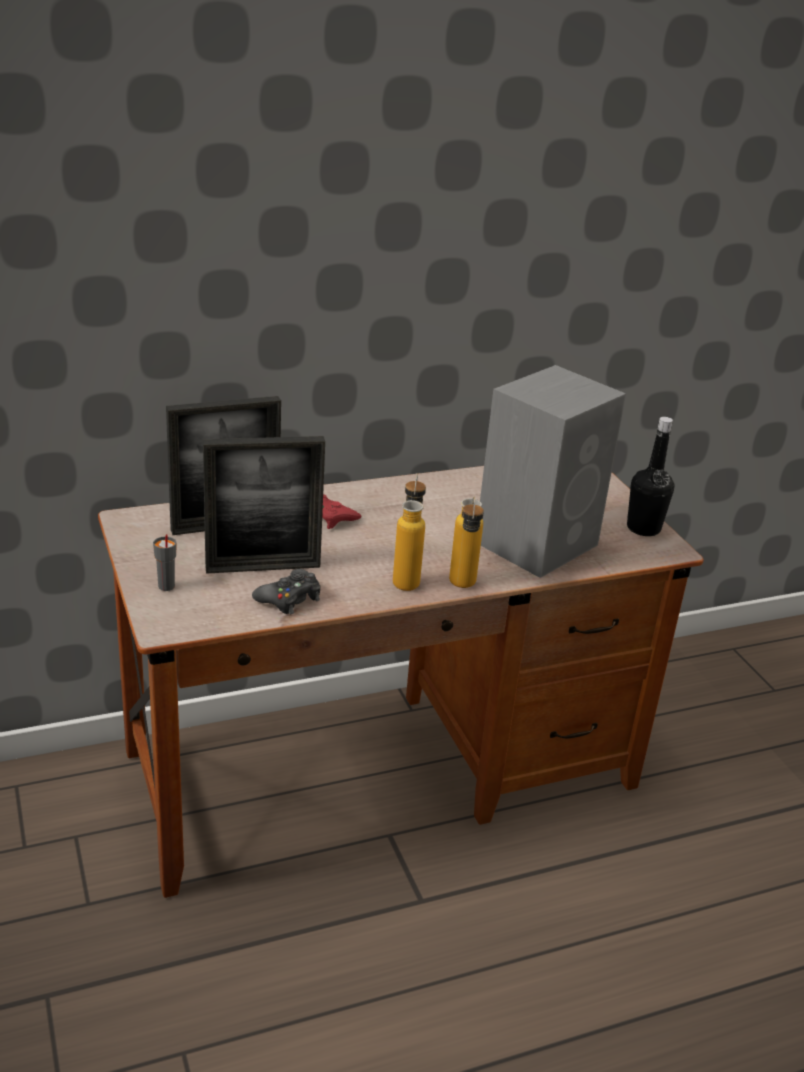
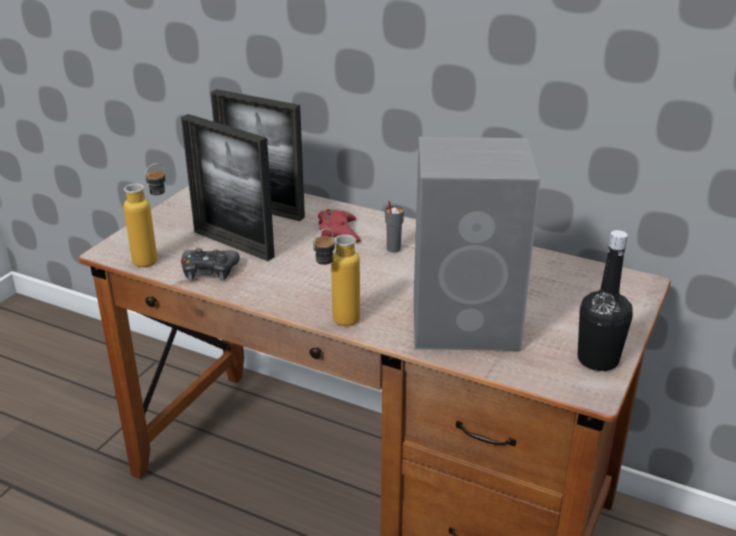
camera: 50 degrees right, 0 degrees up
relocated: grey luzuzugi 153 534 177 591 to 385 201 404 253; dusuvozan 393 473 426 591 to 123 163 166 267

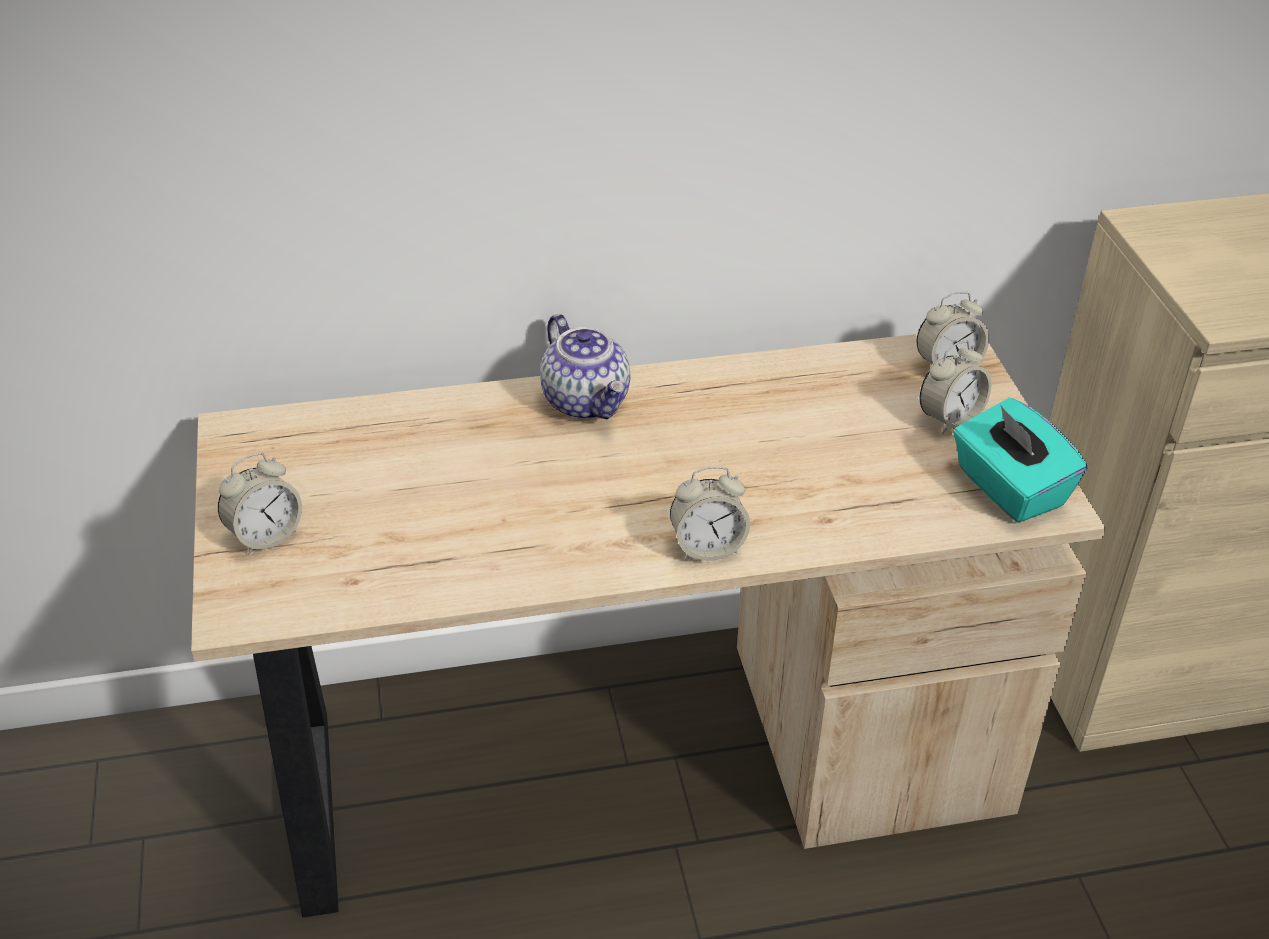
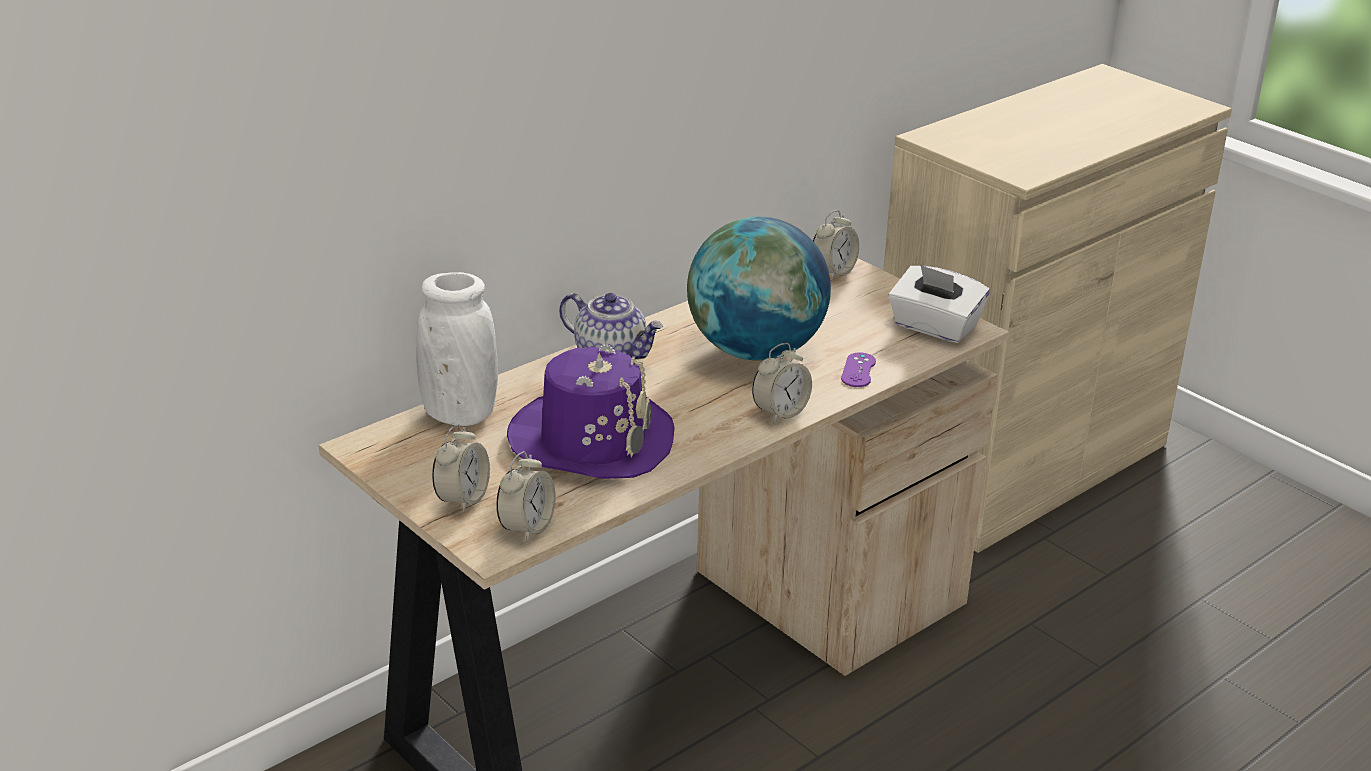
camera: 30 degrees left, 10 degrees down
appeared: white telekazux 417 272 498 426; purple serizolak 507 344 675 479; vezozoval 687 217 831 361; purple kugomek 841 352 876 387
relocated: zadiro 920 340 991 434 to 496 451 556 542
colour: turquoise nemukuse 953 398 1087 523 to white nemukuse 888 264 989 343

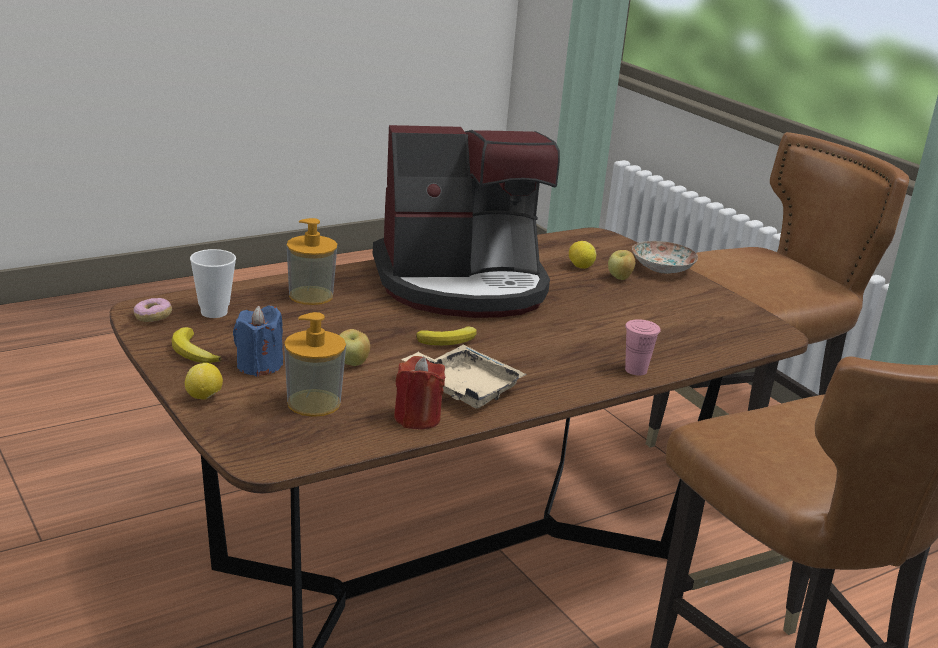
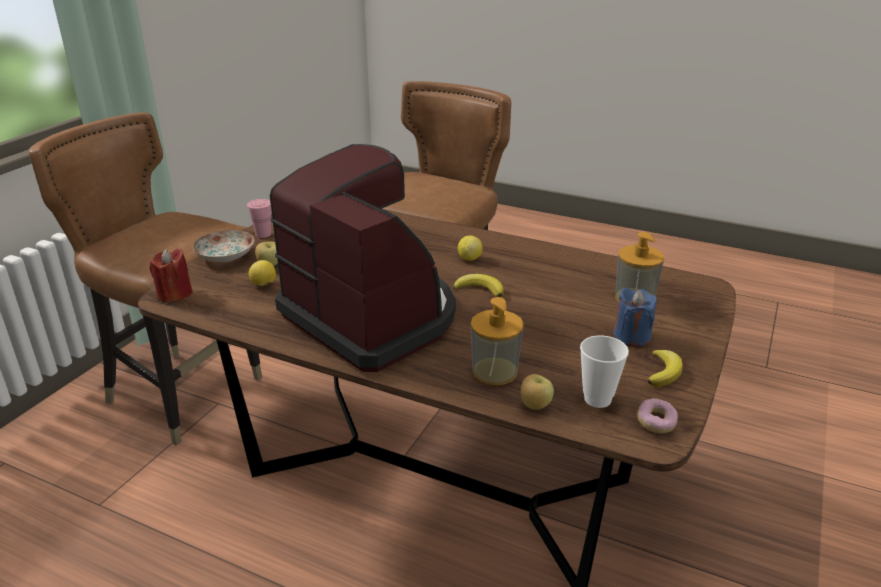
camera: 120 degrees left, 5 degrees up
missing: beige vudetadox 401 345 526 409
relocated: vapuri 185 363 223 400 to 458 236 483 261; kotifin 339 329 370 366 to 521 374 554 410; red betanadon 394 356 445 430 to 150 248 193 303; pink luzuzugi 625 319 660 376 to 247 199 271 238

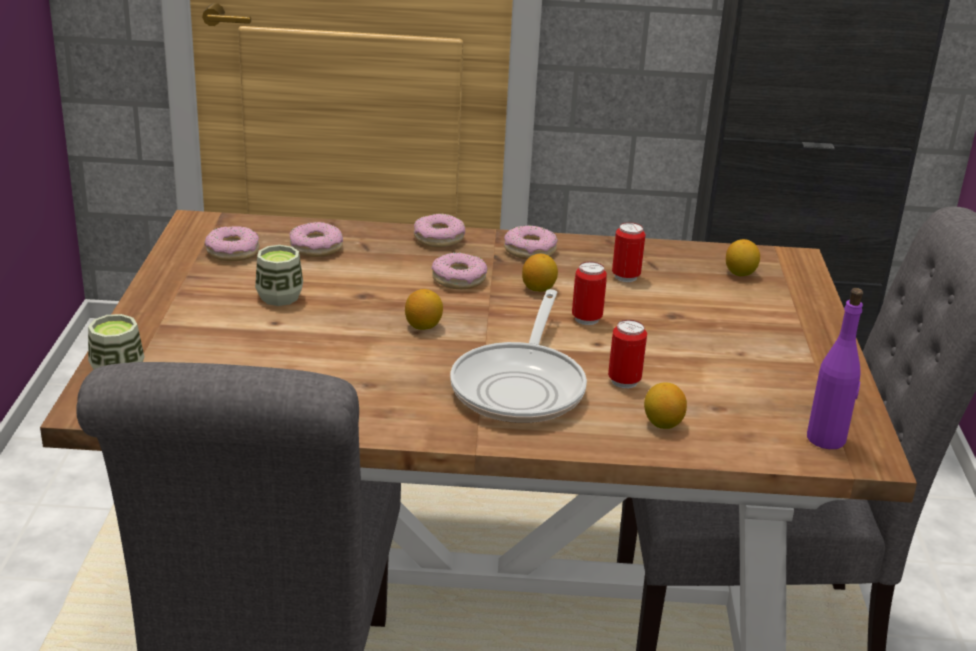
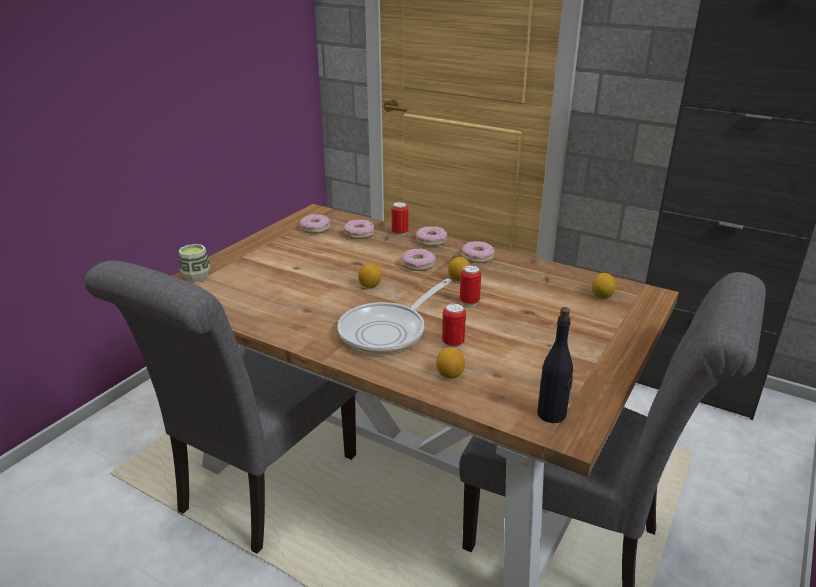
camera: 30 degrees right, 0 degrees up
missing: luzuzugi 255 245 303 306
relocated: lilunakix 612 222 646 282 to 392 202 408 236
colour: purple dusuvozan 807 288 863 449 to black dusuvozan 537 307 573 423

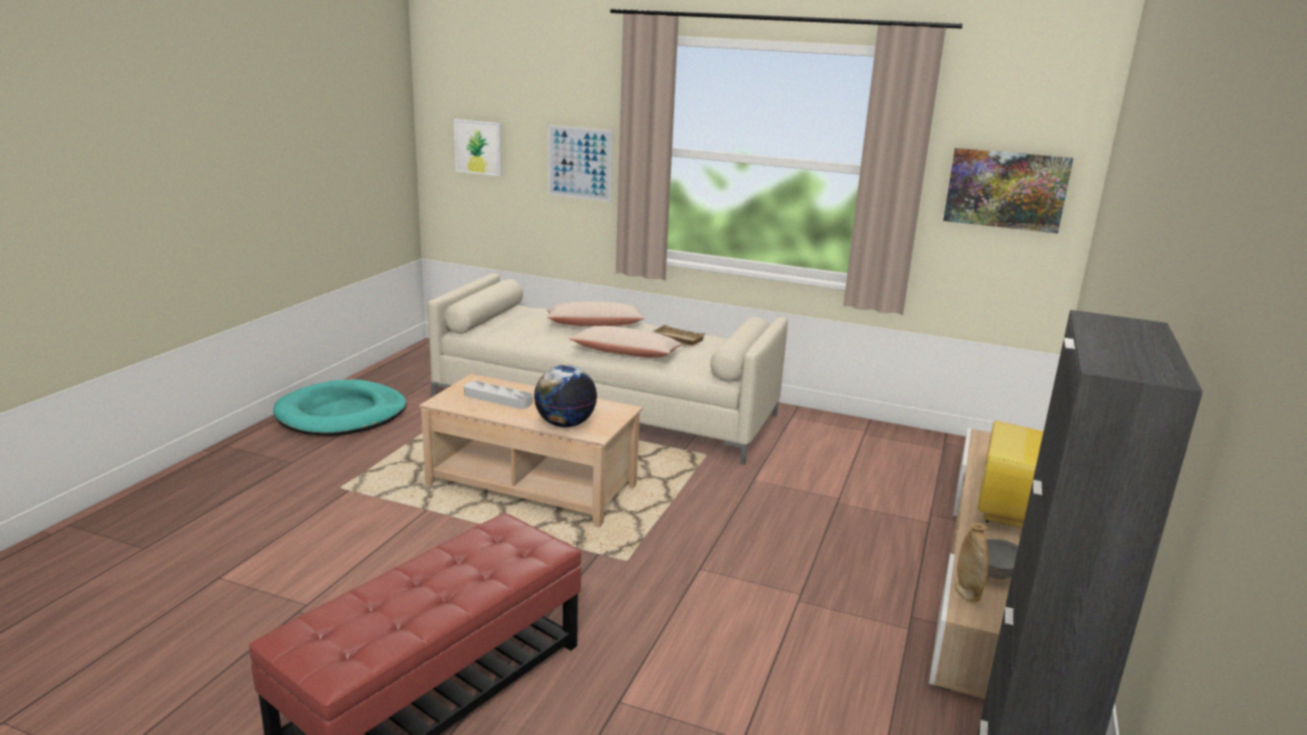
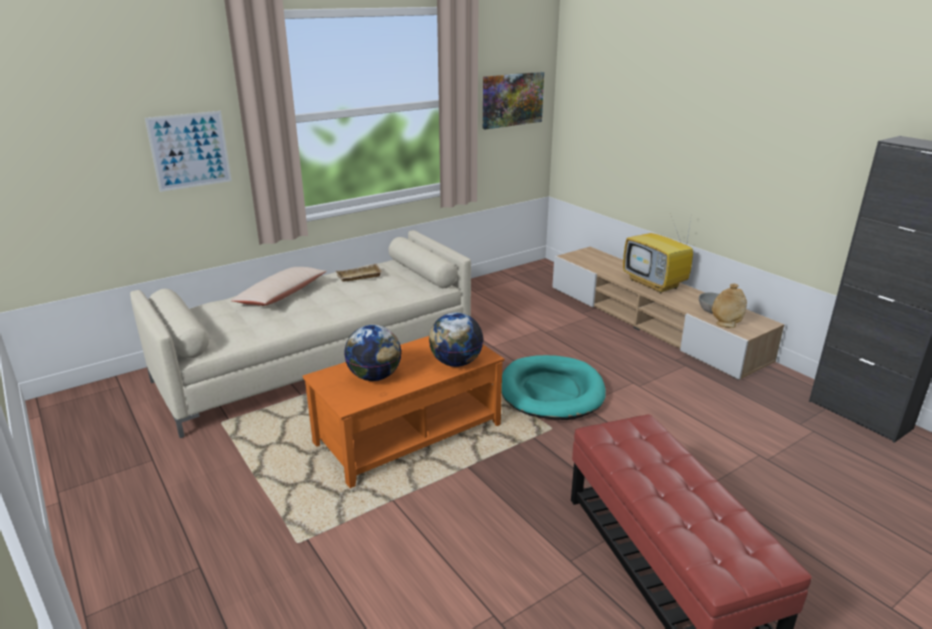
camera: 55 degrees left, 5 degrees up
missing: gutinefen 454 119 502 176; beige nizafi 569 326 682 358
relocated: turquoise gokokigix 273 379 407 436 to 502 355 606 420
exchanged: grey vudetadox 464 381 532 409 to vezozoval 344 325 402 381
colour: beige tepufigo 419 374 642 527 to orange tepufigo 303 336 504 488

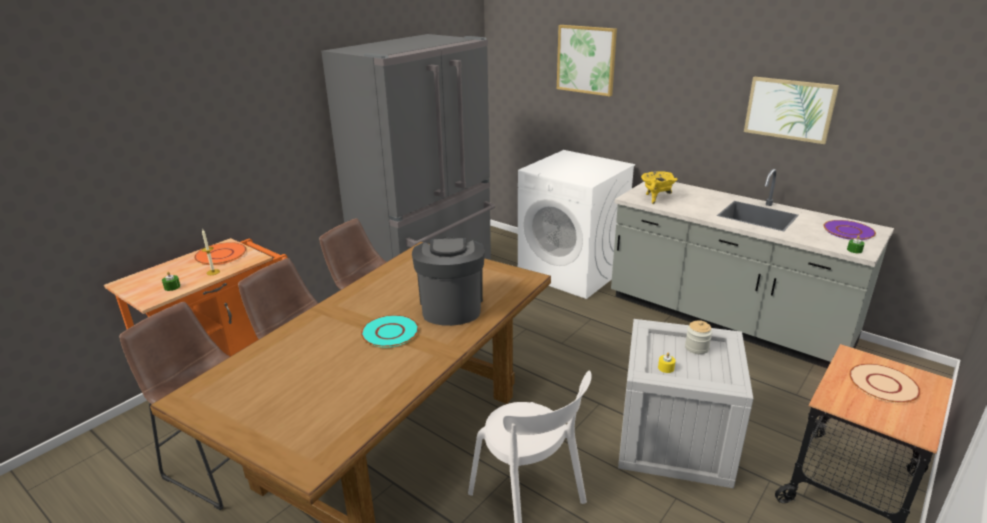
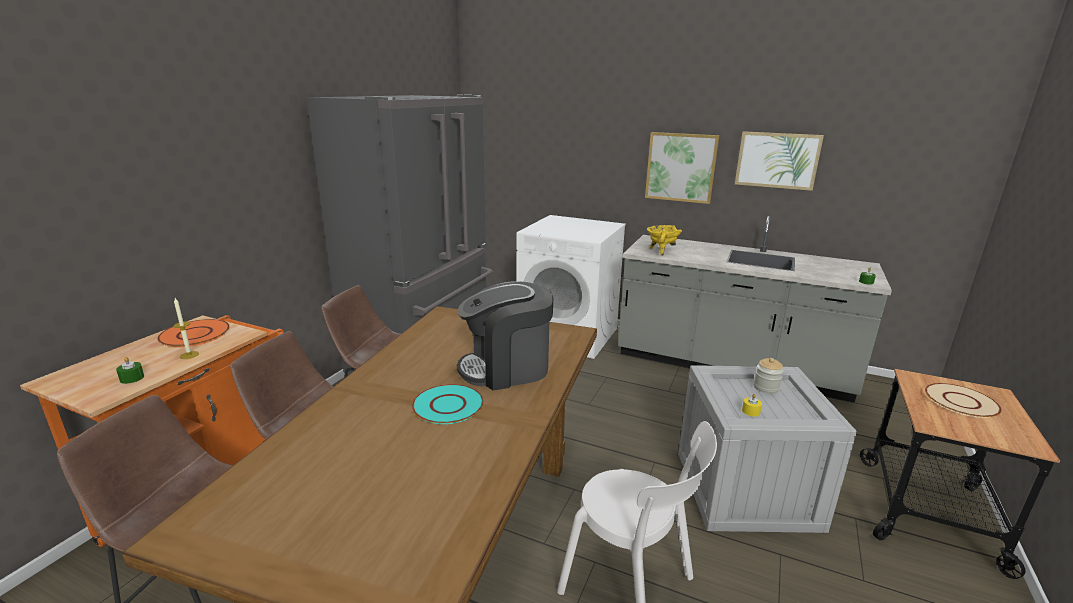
camera: 15 degrees left, 5 degrees down
missing: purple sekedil 823 220 876 240
relocated: gutinefen 557 25 617 96 to 645 132 719 204
spun: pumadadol 412 237 485 326 = 457 281 553 390 90 degrees counterclockwise

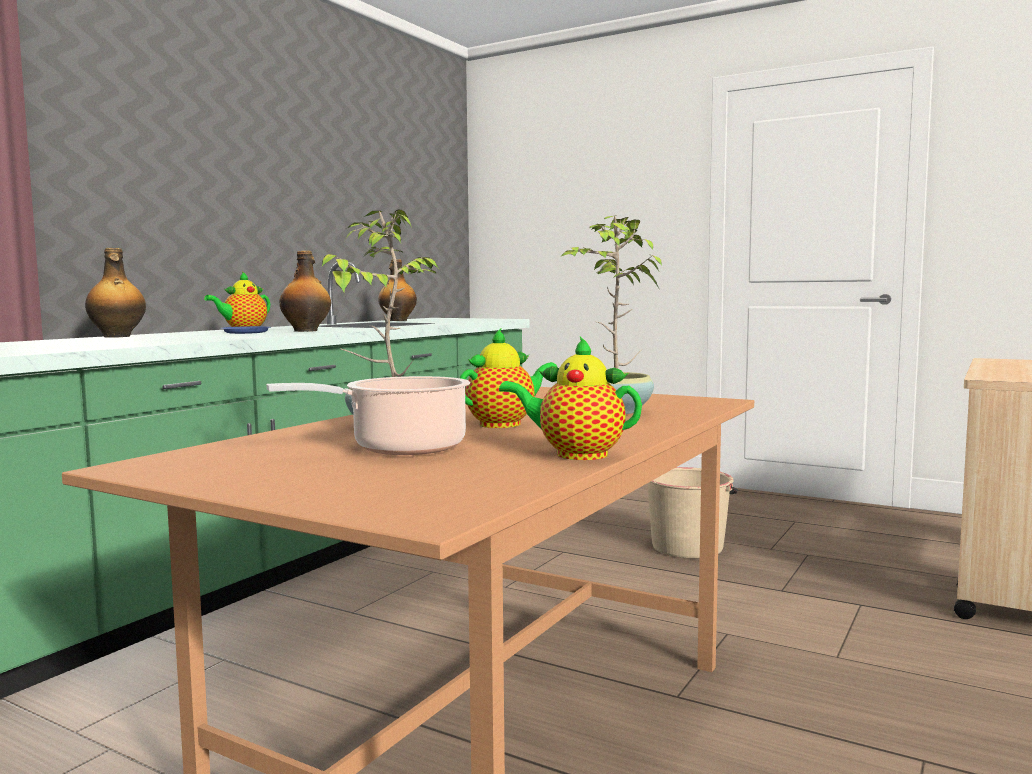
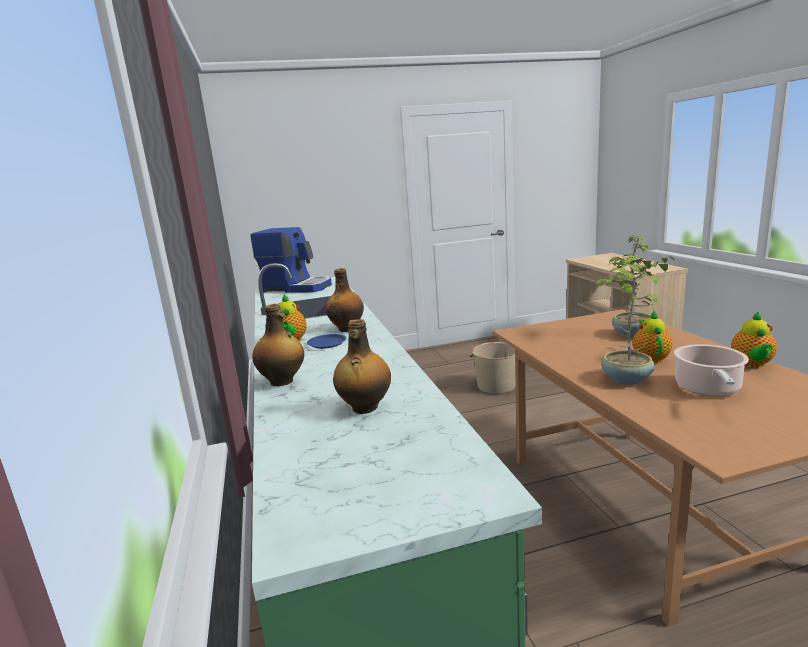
camera: 45 degrees left, 10 degrees up
appeared: pumadadol 250 227 332 293
relocated: dusuvozan 378 259 417 321 to 333 319 391 414
spun: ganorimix 499 337 642 460 = 731 312 777 368 45 degrees counterclockwise

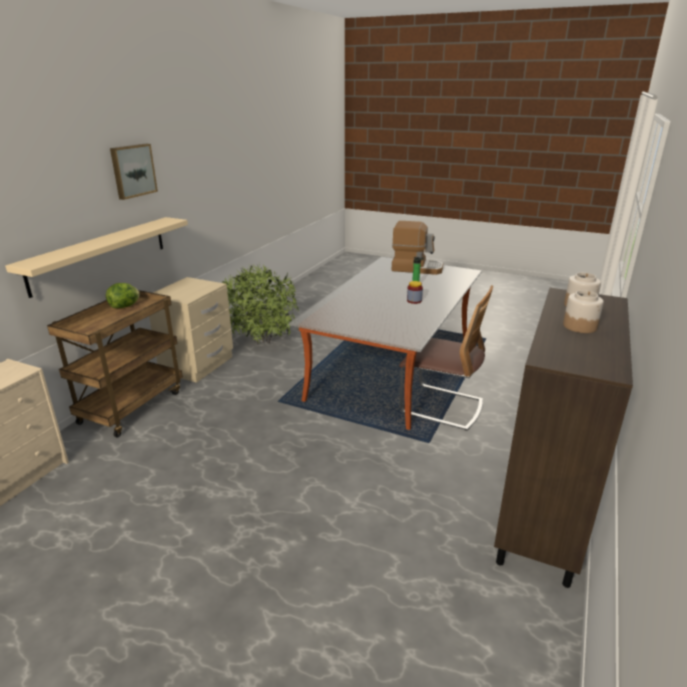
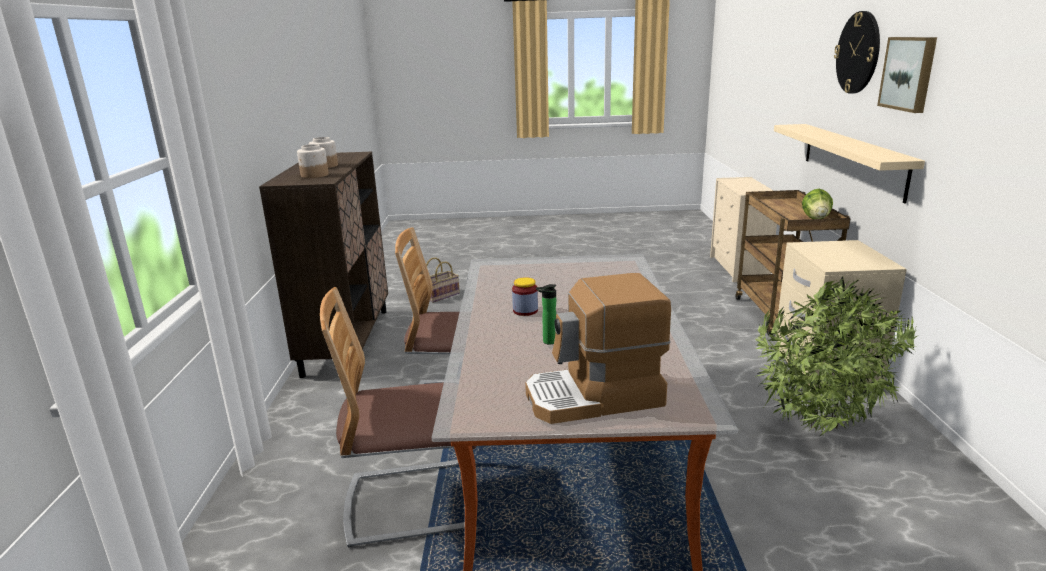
camera: 155 degrees right, 5 degrees down
appeared: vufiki 320 287 477 548; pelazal 426 257 460 303; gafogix 834 11 880 94

